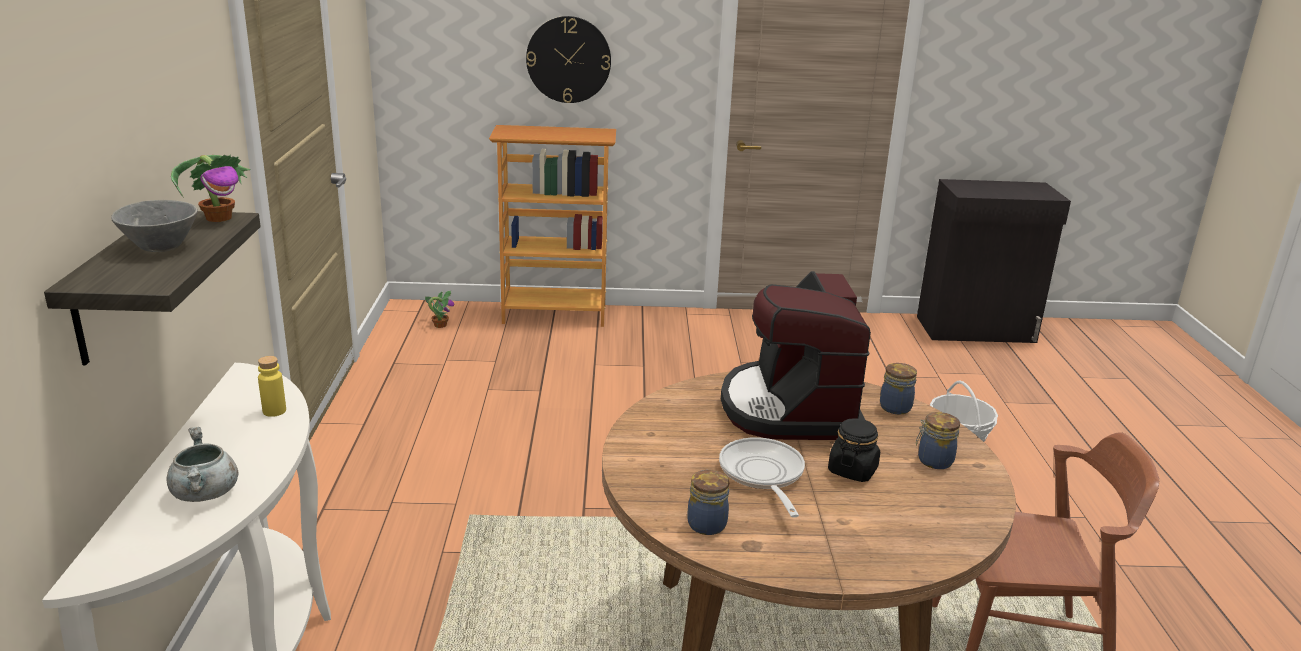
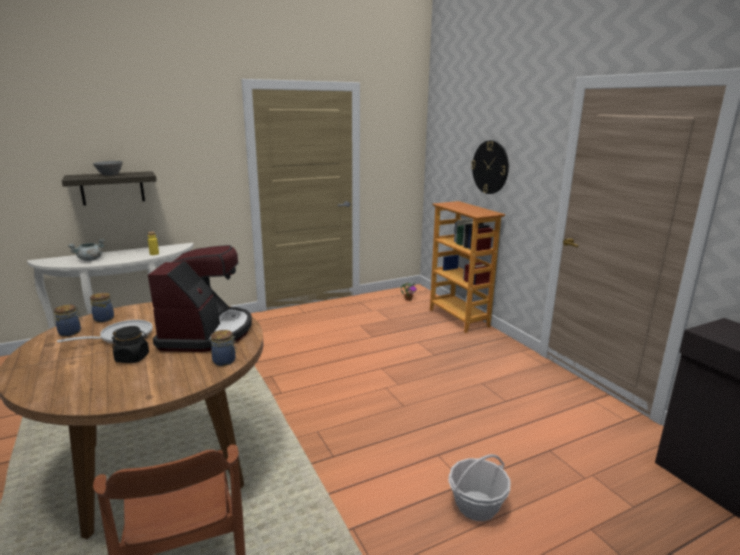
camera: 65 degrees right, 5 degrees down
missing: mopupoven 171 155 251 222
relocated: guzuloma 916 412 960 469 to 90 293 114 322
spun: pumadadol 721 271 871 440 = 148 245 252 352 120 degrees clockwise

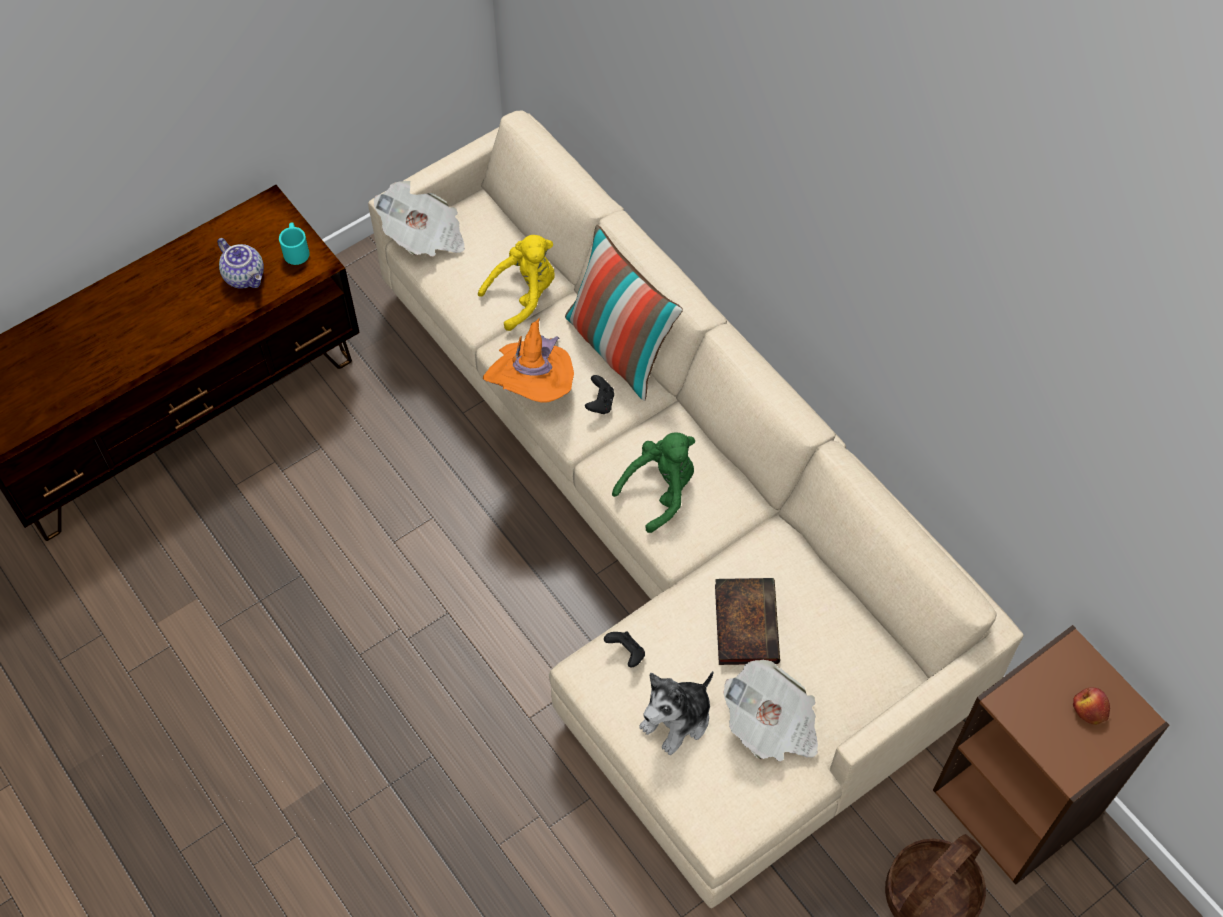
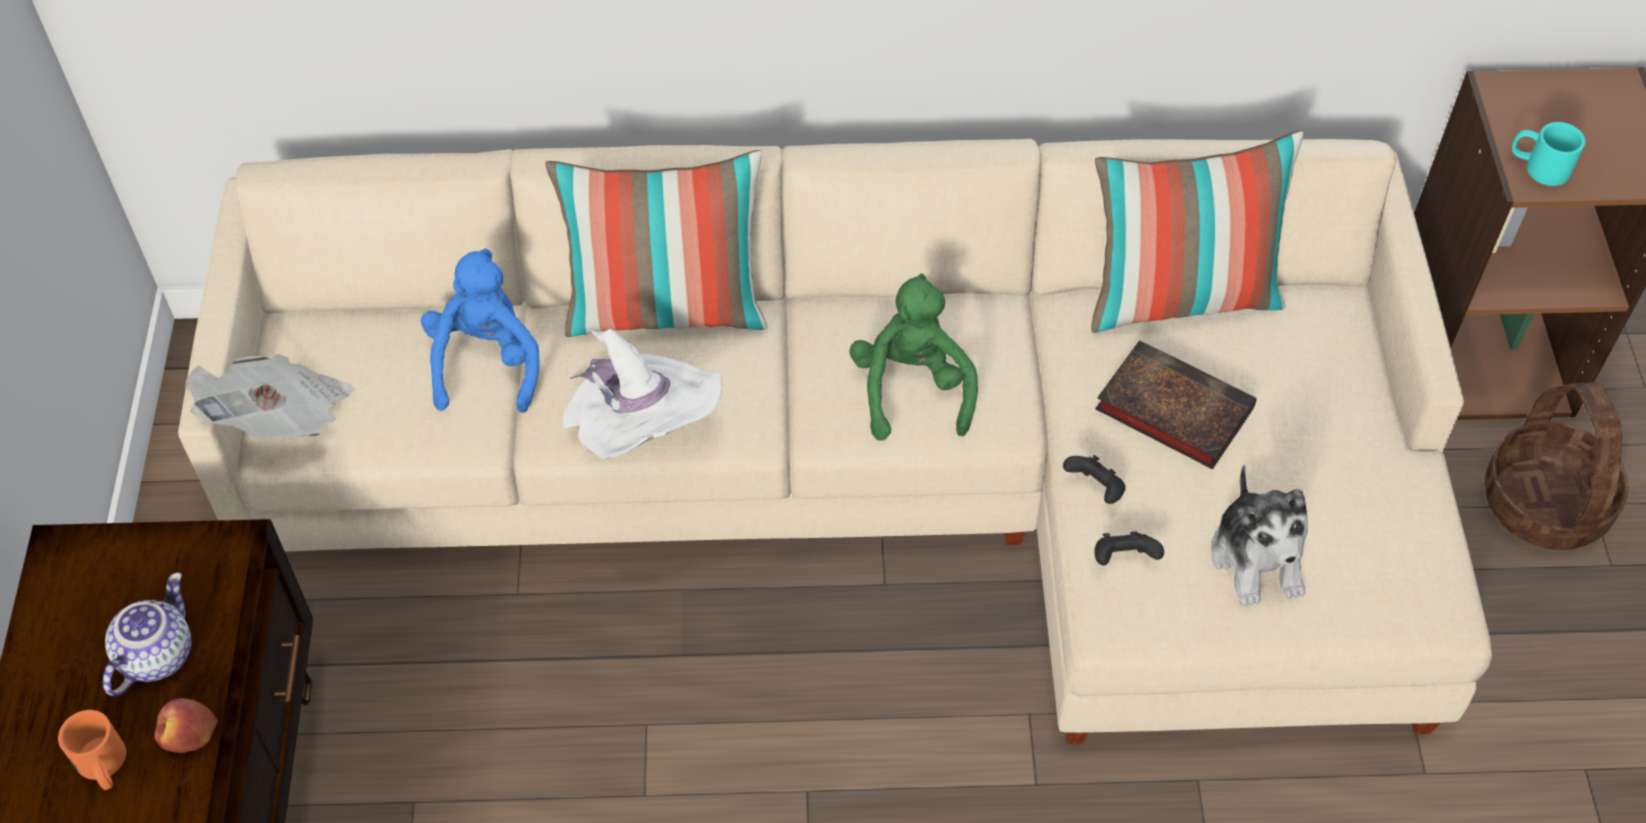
camera: 55 degrees left, 5 degrees down
missing: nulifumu 724 660 818 762
appeared: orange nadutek 58 710 126 790; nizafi 1091 131 1304 333
relocated: turquoise nadutek 279 222 310 265 to 1512 122 1585 186; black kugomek 585 375 614 414 to 1063 455 1126 504; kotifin 1073 688 1110 725 to 154 698 218 753
colour: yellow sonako 478 235 555 331 to blue sonako 421 248 539 413; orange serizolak 483 317 574 403 to white serizolak 563 329 722 459
spun: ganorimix 217 238 264 289 = 103 573 192 696 60 degrees counterclockwise

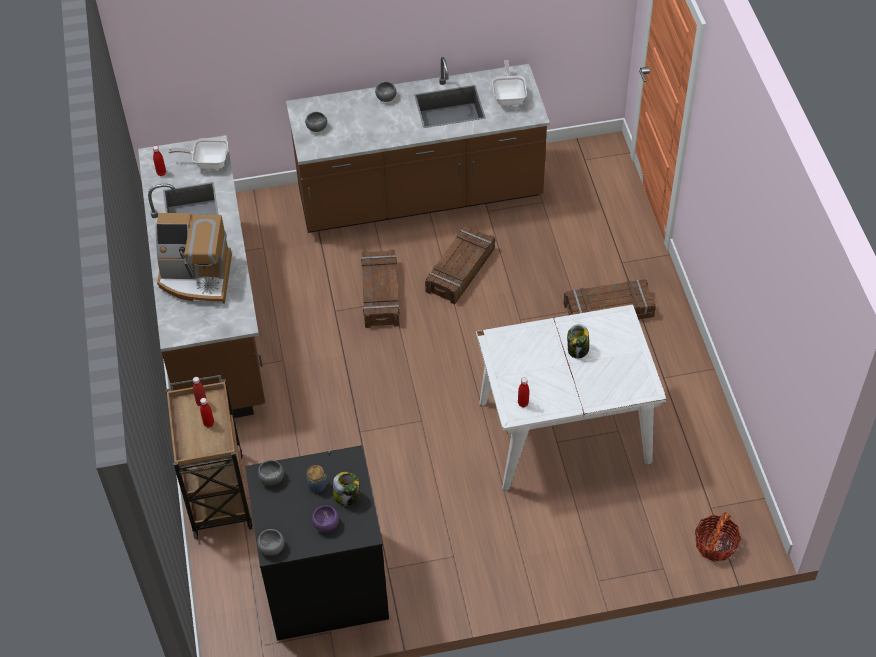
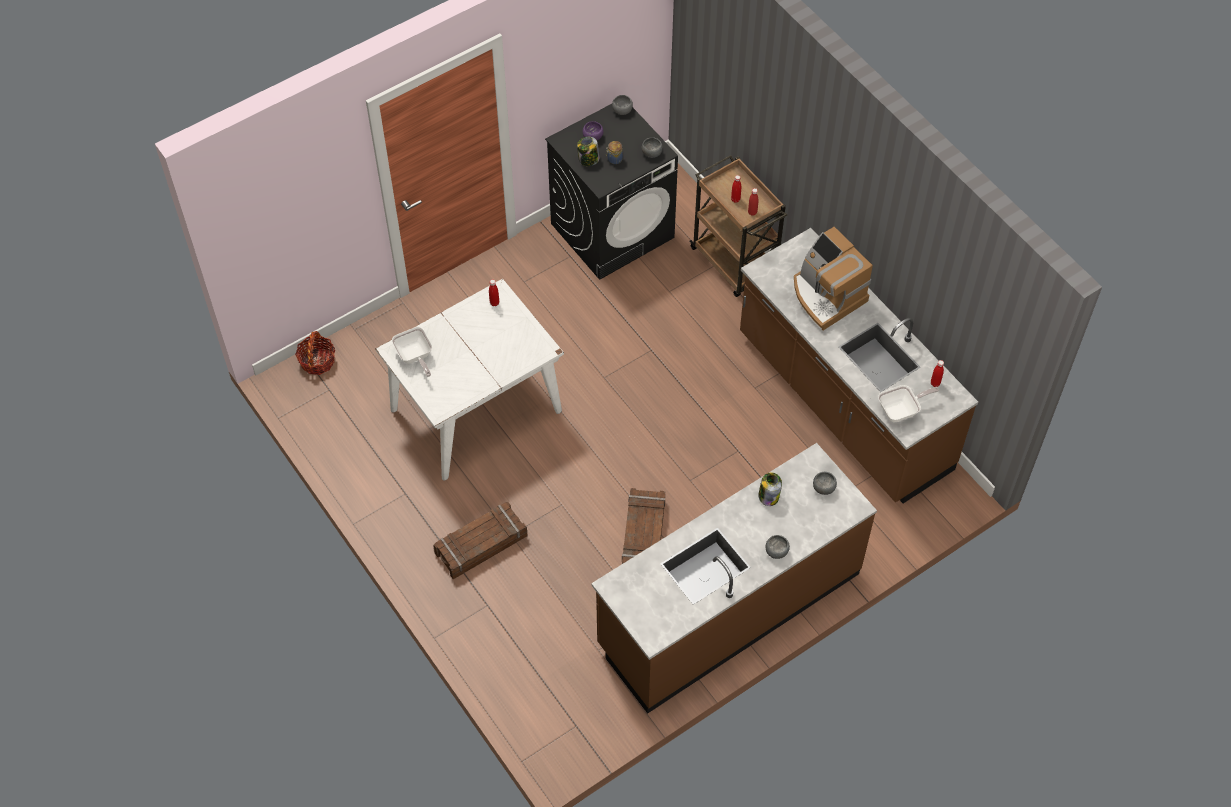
camera: 155 degrees right, 5 degrees up
missing: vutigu 361 249 399 328
relocated: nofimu 492 60 527 106 to 392 327 432 377; guzuloma 567 324 589 359 to 758 472 782 506
spun: pumadadol 155 213 232 303 = 794 227 873 330 105 degrees counterclockwise

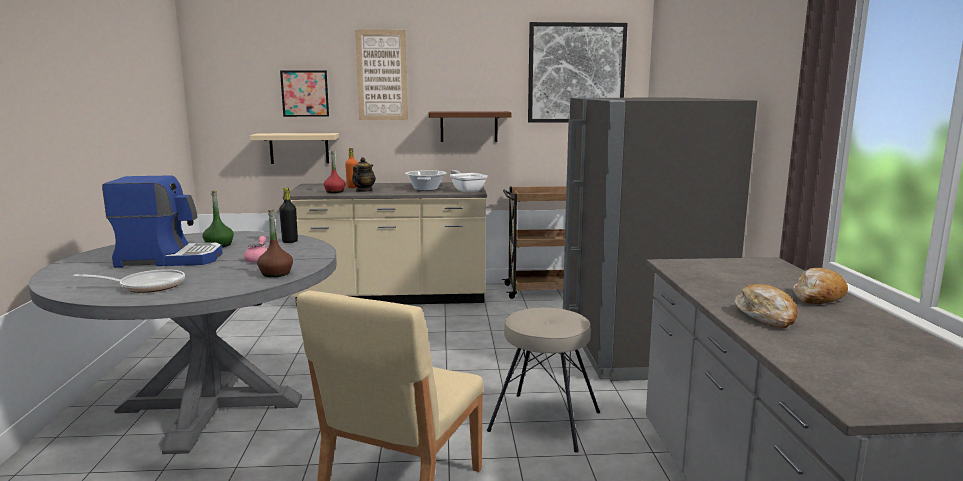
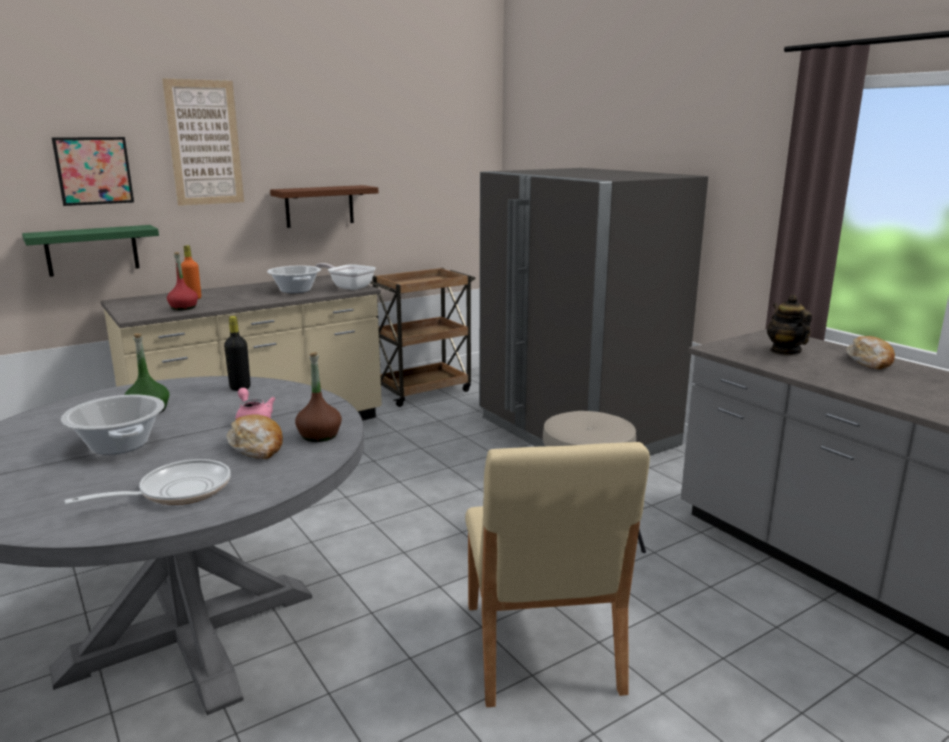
camera: 30 degrees left, 5 degrees up
missing: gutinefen 528 22 628 123
relocated: ganorimix 352 157 376 192 to 767 295 812 355; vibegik 735 284 798 328 to 227 414 283 459
exchanged: pumadadol 102 175 223 268 to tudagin 61 395 164 455
colour: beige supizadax 250 133 339 164 to green supizadax 22 225 159 277

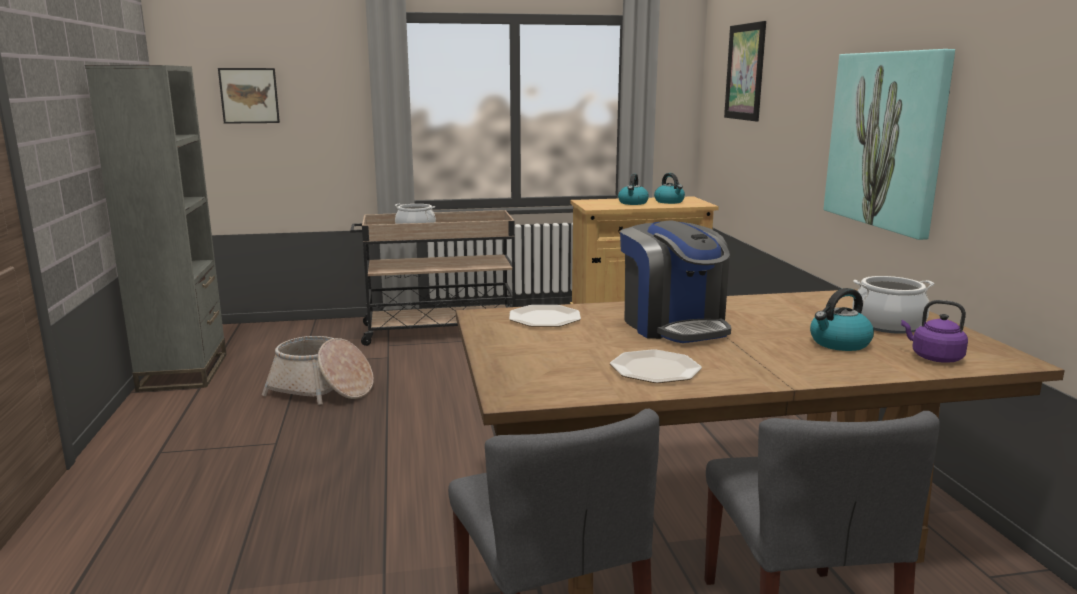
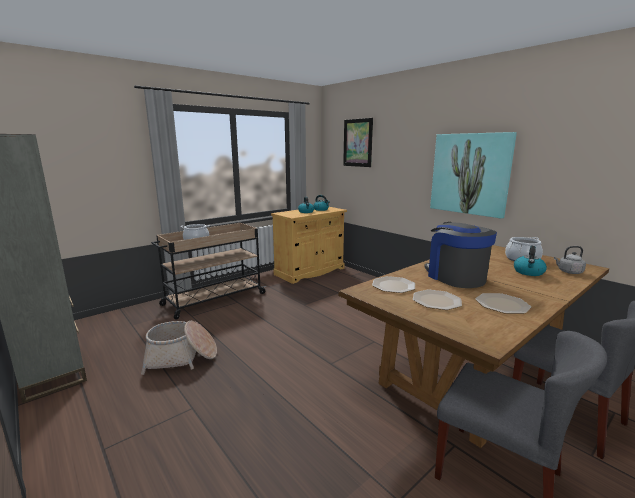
camera: 30 degrees left, 0 degrees up
missing: gutinefen 218 68 280 124
appeared: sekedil 413 290 462 310
colour: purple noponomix 901 300 968 363 to grey noponomix 554 246 586 274
spun: pumadadol 620 221 731 343 = 424 222 497 288 150 degrees counterclockwise

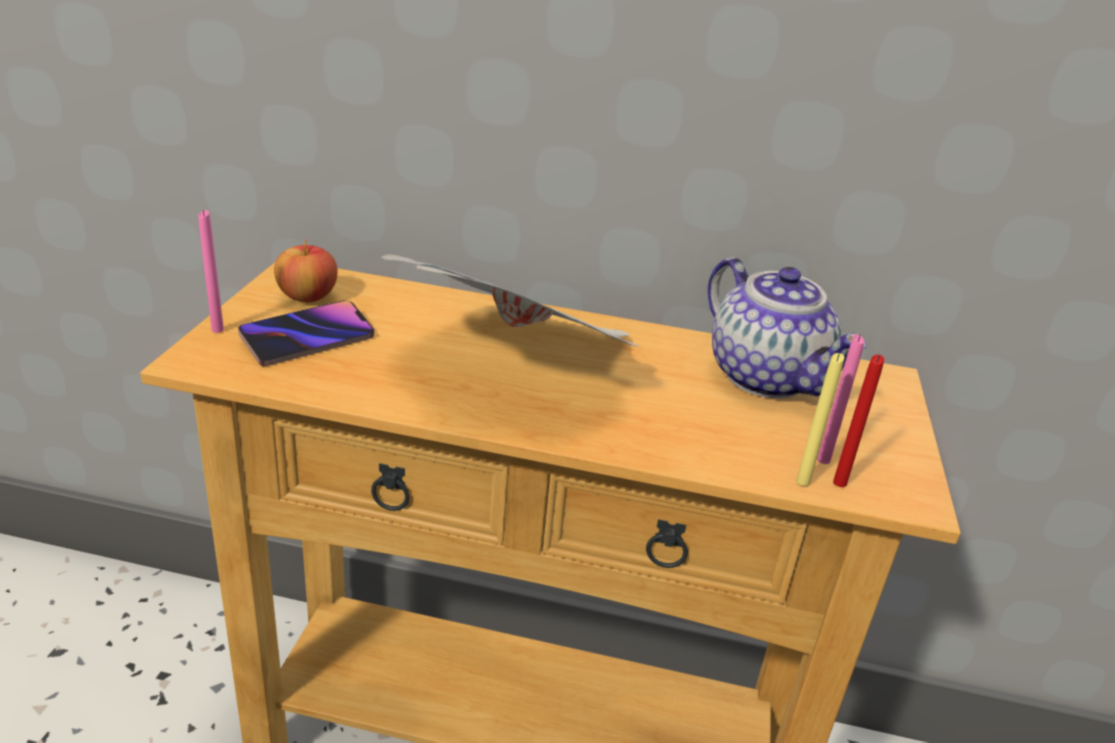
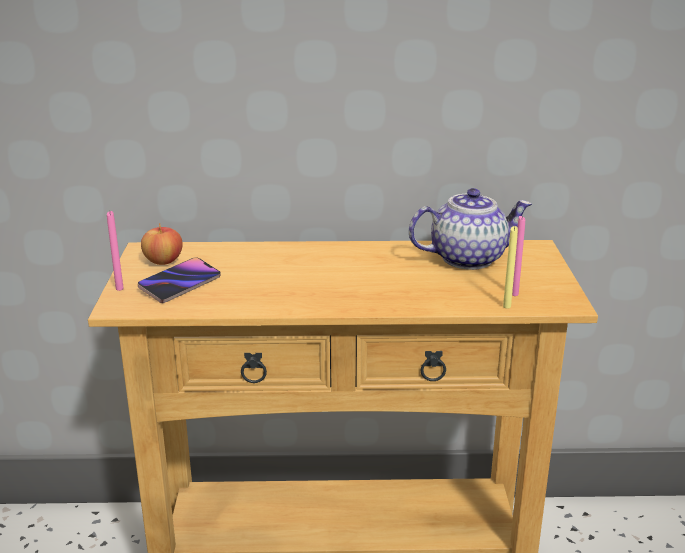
camera: 10 degrees left, 5 degrees down
missing: nulifumu 381 254 640 347; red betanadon 833 354 884 487
spun: ganorimix 707 257 866 398 = 409 188 532 270 60 degrees counterclockwise

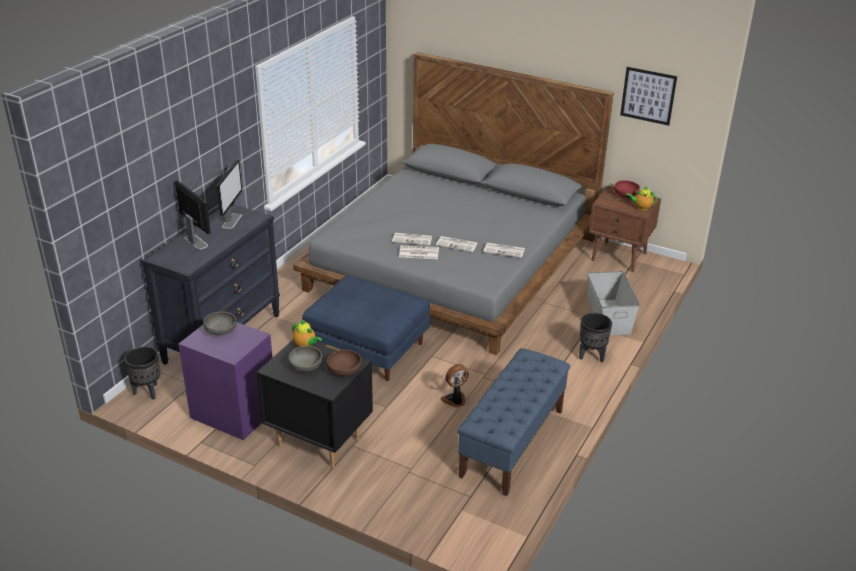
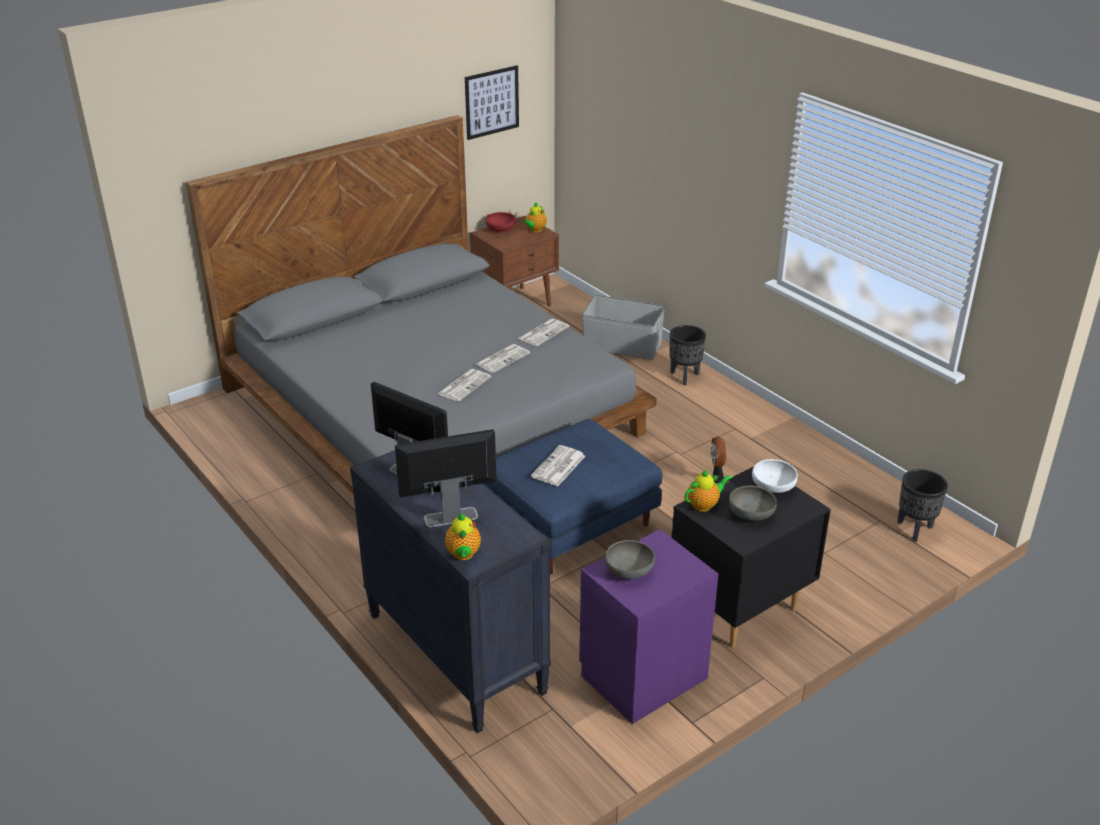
camera: 65 degrees left, 0 degrees up
missing: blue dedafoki 458 348 570 496
appeared: ganorimix 445 512 481 560
relocated: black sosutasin 124 346 160 400 to 897 469 948 542; nulifumu 399 245 439 259 to 531 445 585 486
colour: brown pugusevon 327 350 361 376 to white pugusevon 752 459 798 493

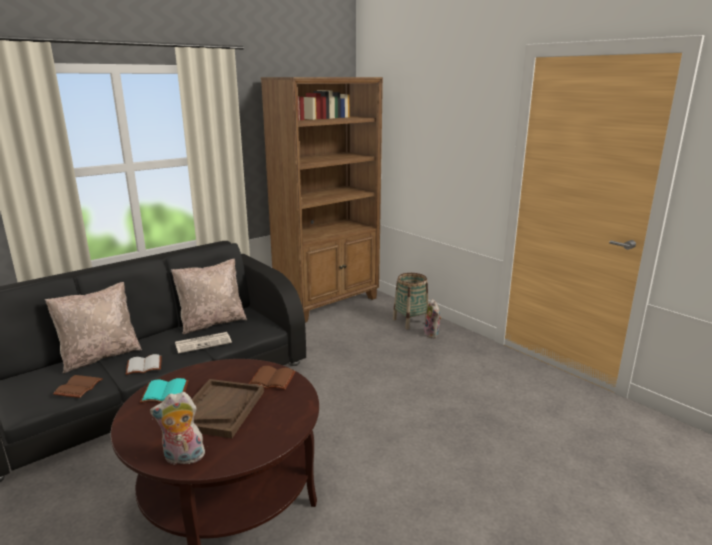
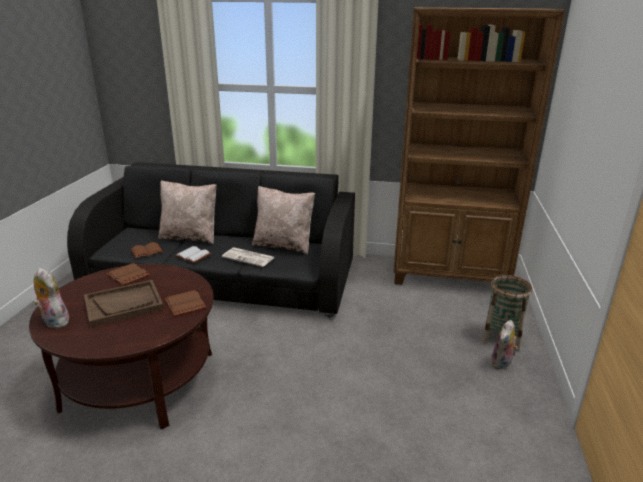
camera: 50 degrees right, 5 degrees up
colour: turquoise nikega 140 378 189 403 to brown nikega 107 263 150 285

